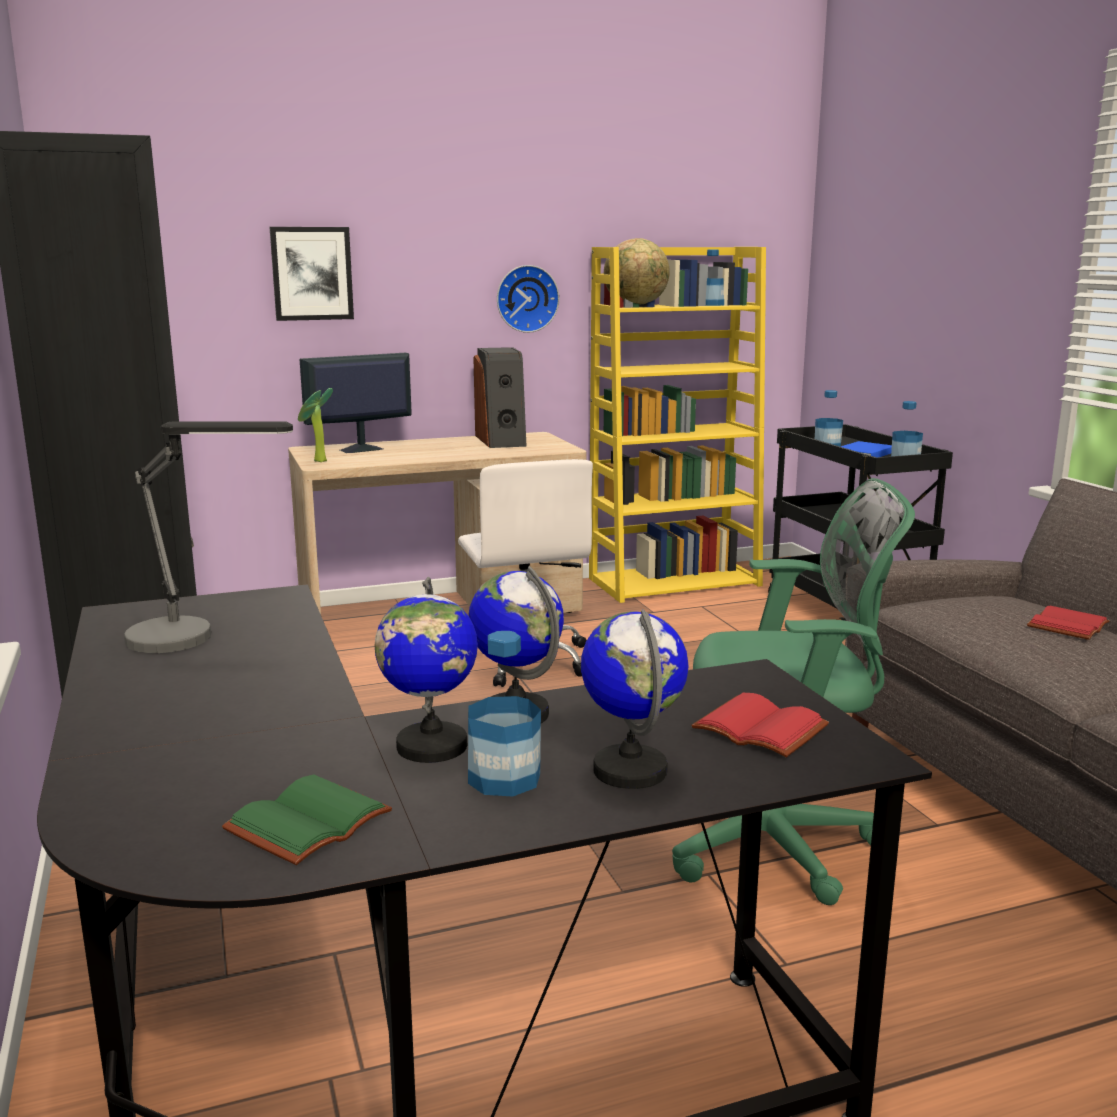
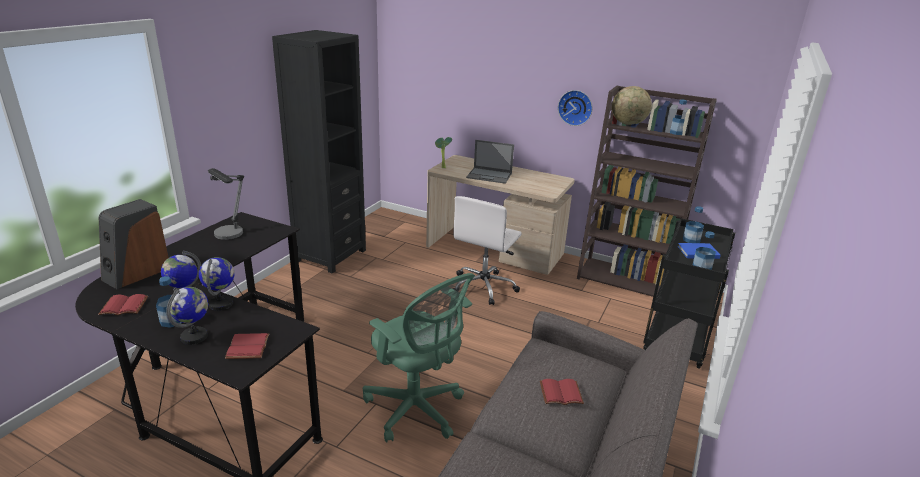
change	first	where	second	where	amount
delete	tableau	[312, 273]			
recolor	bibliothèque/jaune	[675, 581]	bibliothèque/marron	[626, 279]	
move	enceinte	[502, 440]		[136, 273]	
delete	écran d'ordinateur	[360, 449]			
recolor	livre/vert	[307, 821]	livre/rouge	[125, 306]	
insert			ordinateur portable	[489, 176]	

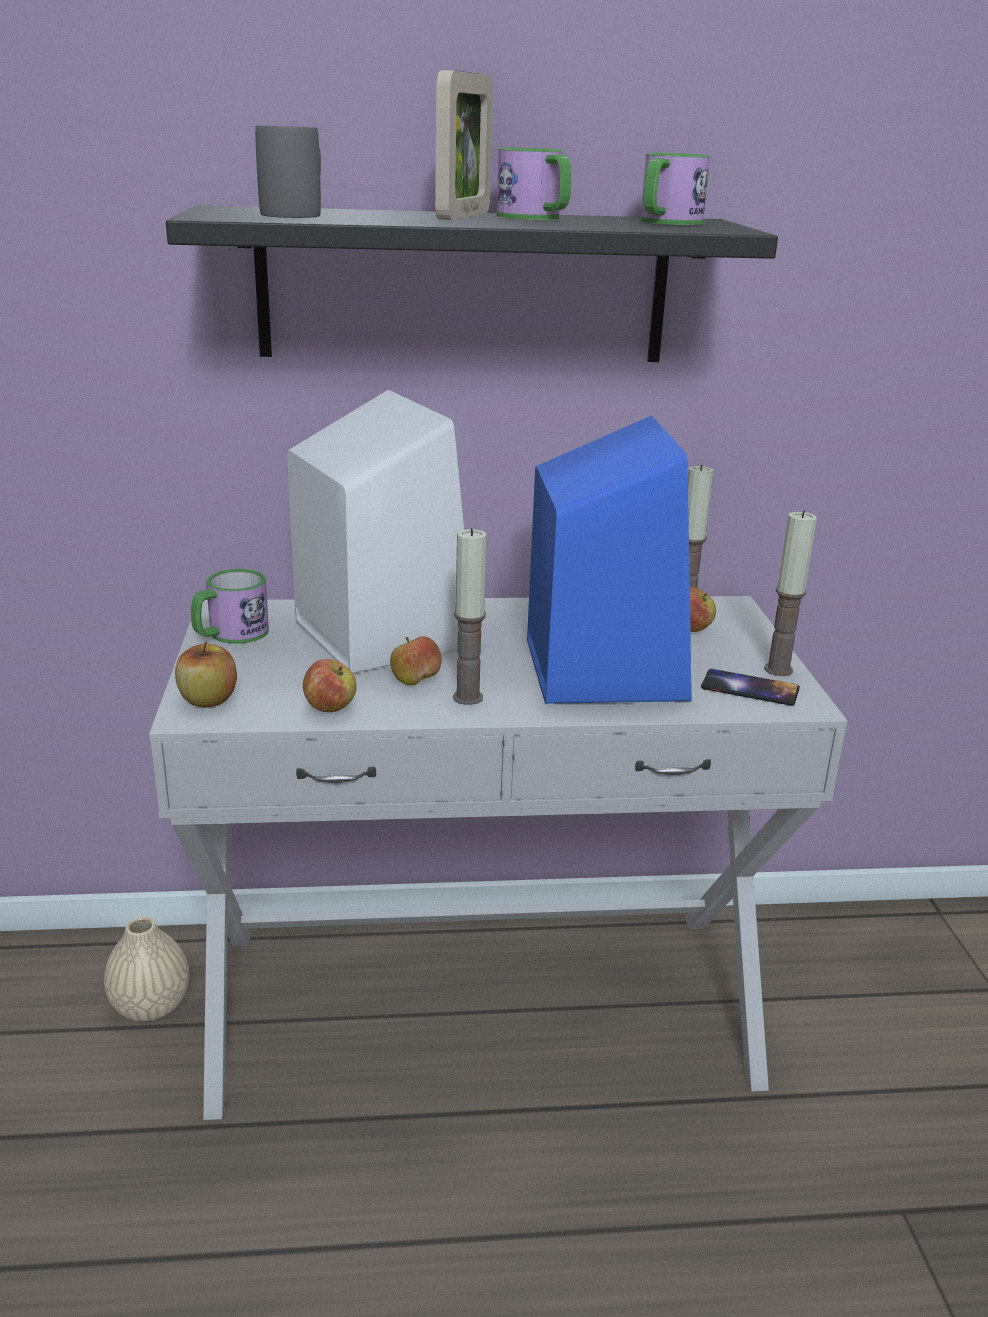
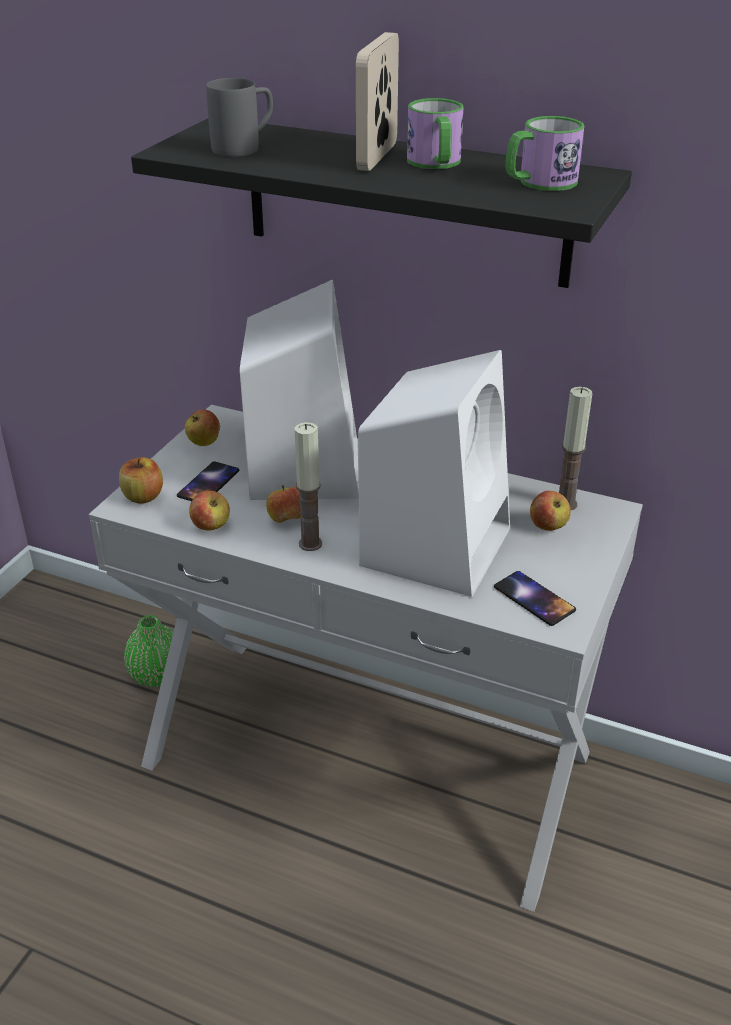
change	first	where	second	where	amount
rotate	cadre photo	[463, 216]		[377, 156]	150 degrees clockwise
recolor	enceinte/bleu	[602, 667]	enceinte/blanc	[436, 544]	
delete	bougie	[778, 669]			
replace	mug	[230, 635]	pomme	[204, 442]	
recolor	vase/beige	[150, 1005]	vase/vert	[157, 675]	
insert			téléphone	[208, 483]	

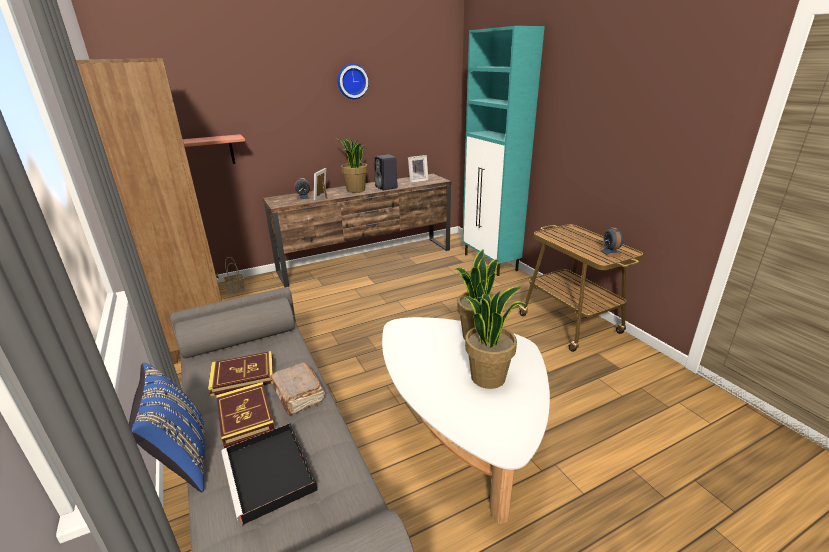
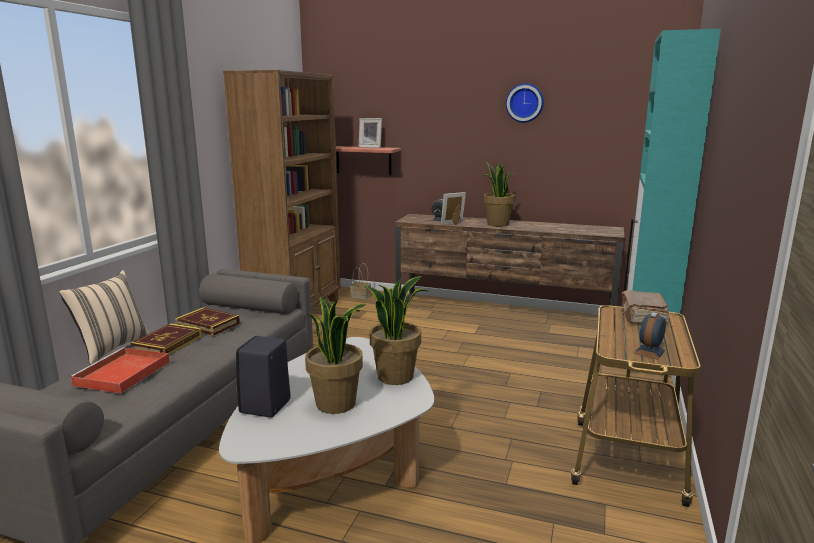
change	first	where	second	where	amount
move	enceinte/noir	[387, 187]		[265, 407]	
move	cadre photo	[417, 180]		[371, 147]	
recolor	coussin/bleu	[182, 460]	coussin/beige	[111, 348]	
move	livre/marron	[298, 396]		[642, 316]	
recolor	plateau/noir	[270, 474]	plateau/rouge	[122, 374]	

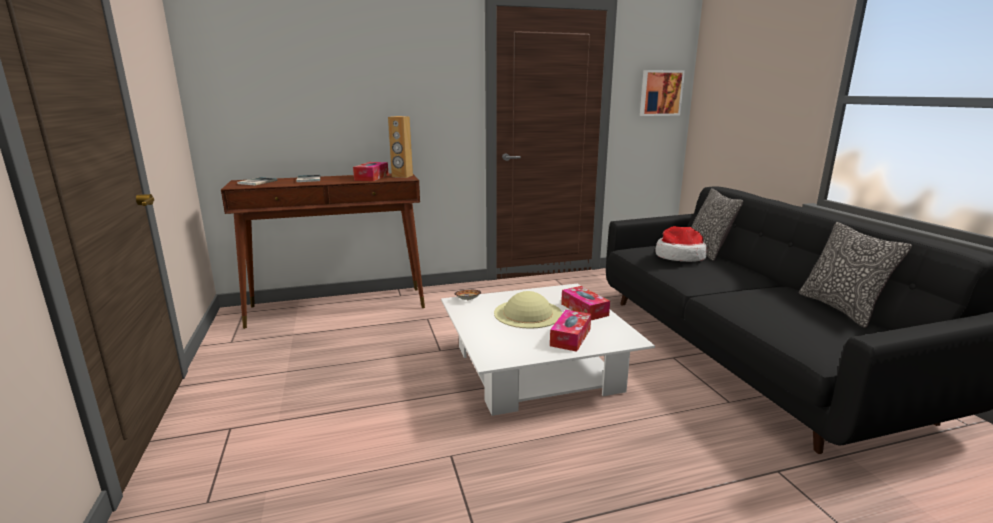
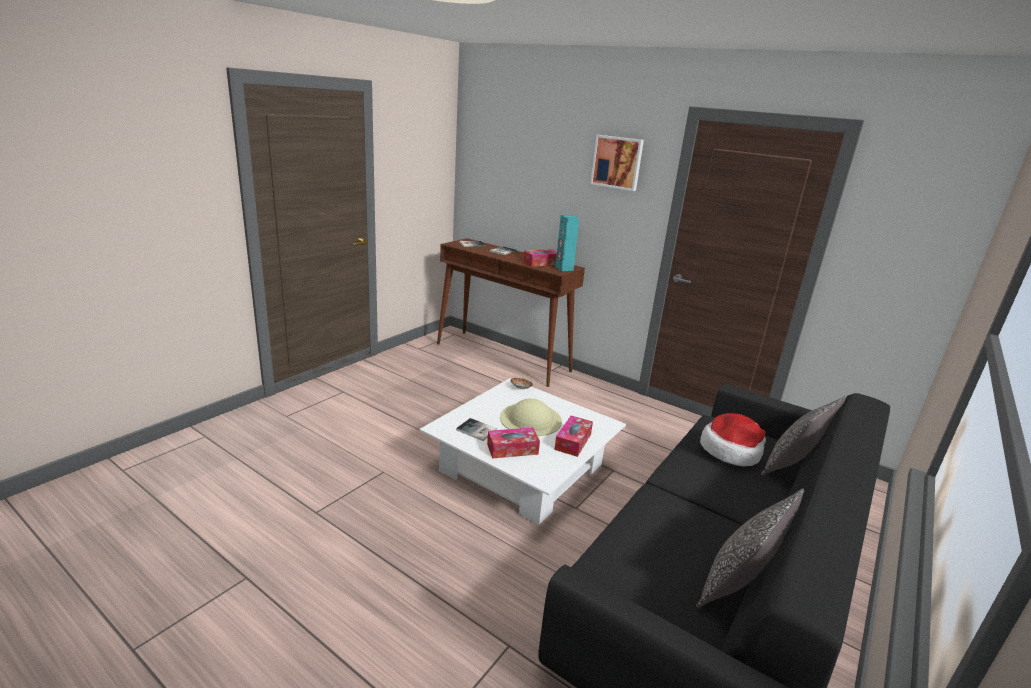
change	first	where	second	where	amount
move	tableau	[660, 93]		[617, 162]	
recolor	enceinte/marron	[402, 176]	enceinte/turquoise	[564, 268]	
insert			livre	[476, 431]	

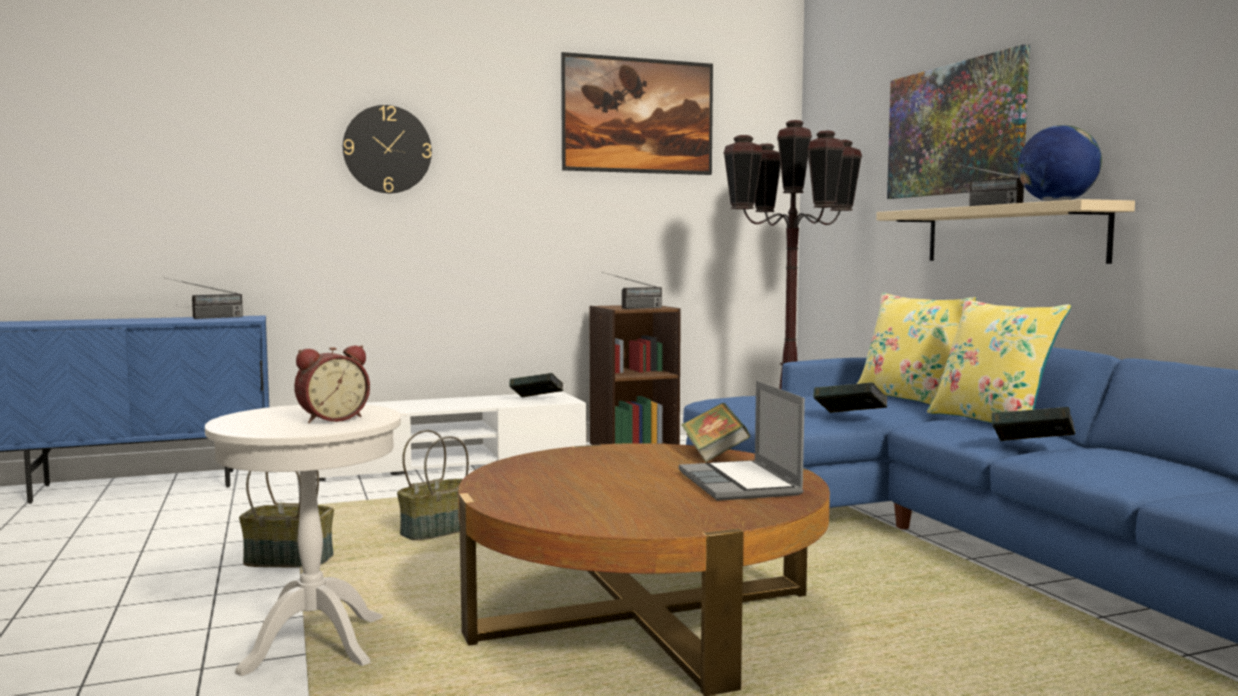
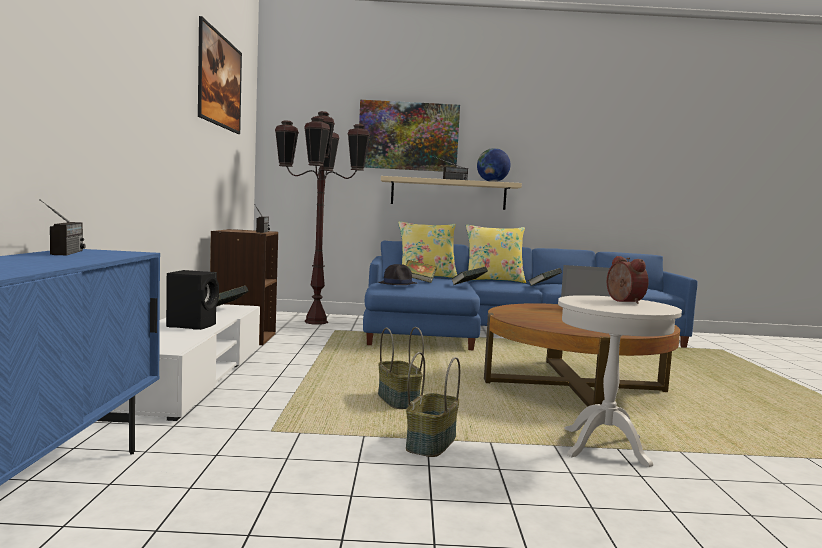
change	first	where	second	where	amount
delete	horloge murale	[387, 149]			
move	livre	[714, 454]		[419, 281]	
insert			chapeau/noir	[398, 284]	
insert			enceinte/noir	[193, 325]	

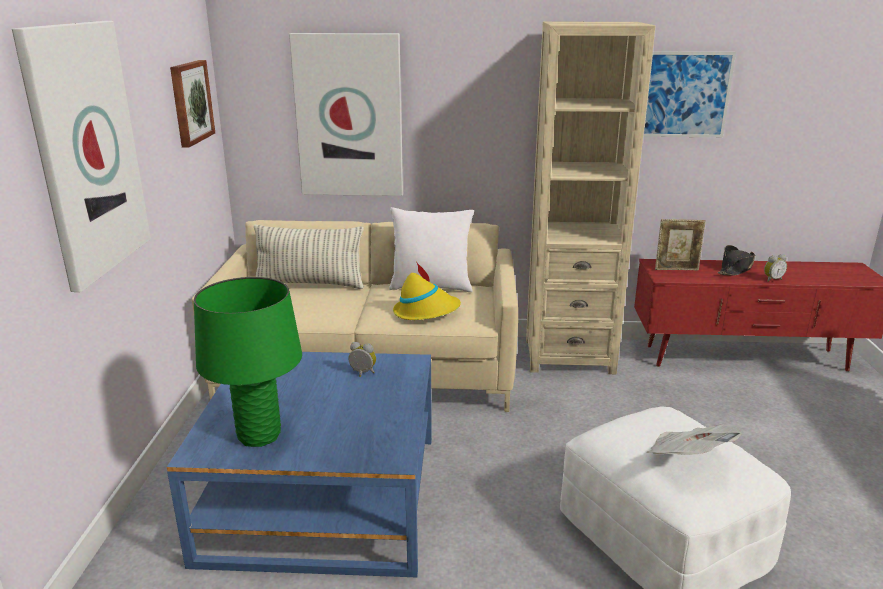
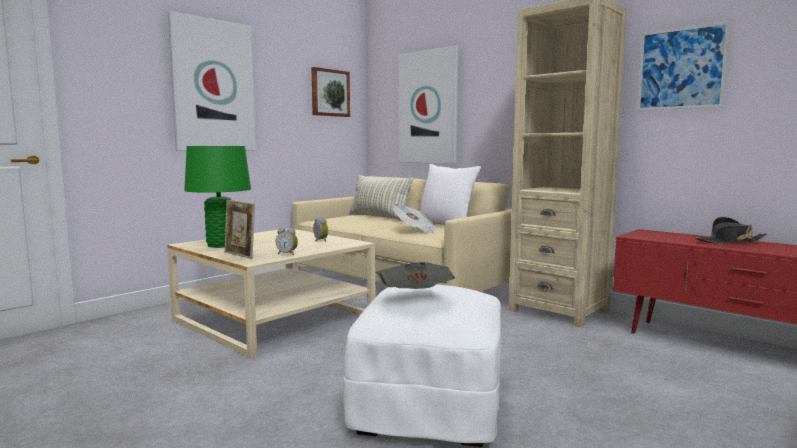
change	first	where	second	where	amount
move	cadre photo	[676, 269]		[240, 255]	
move	réveil	[772, 279]		[287, 254]	
replace	chapeau/jaune	[426, 311]	journal	[415, 231]	
recolor	table basse/bleu	[323, 496]	table basse/beige	[274, 319]	

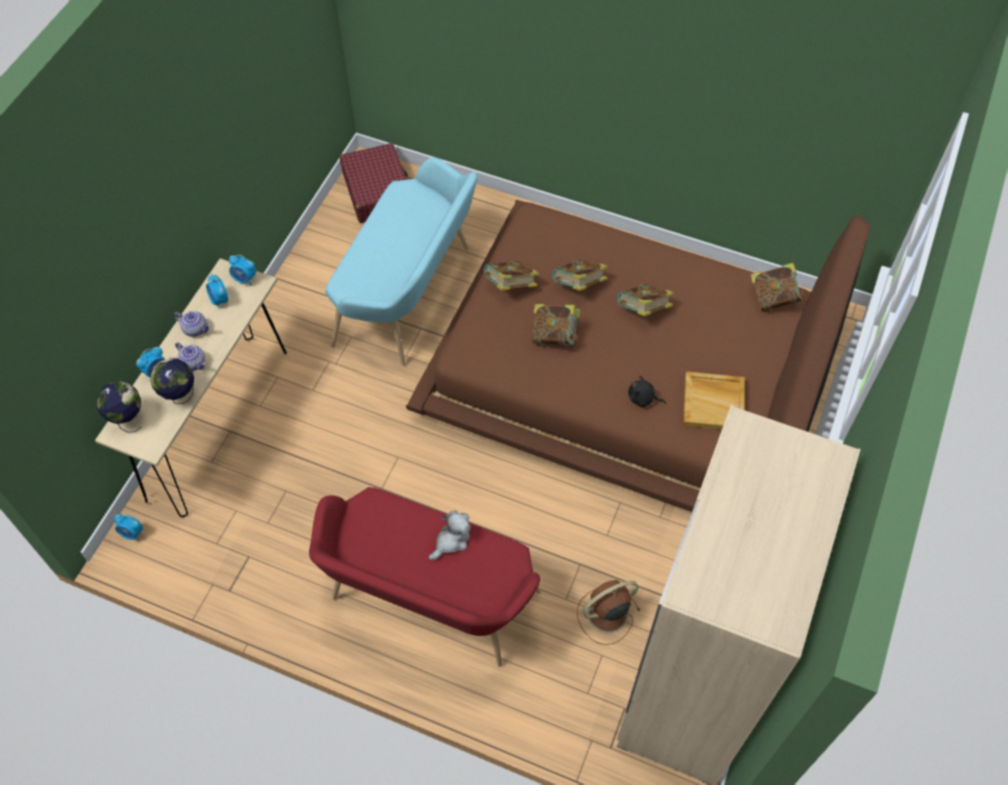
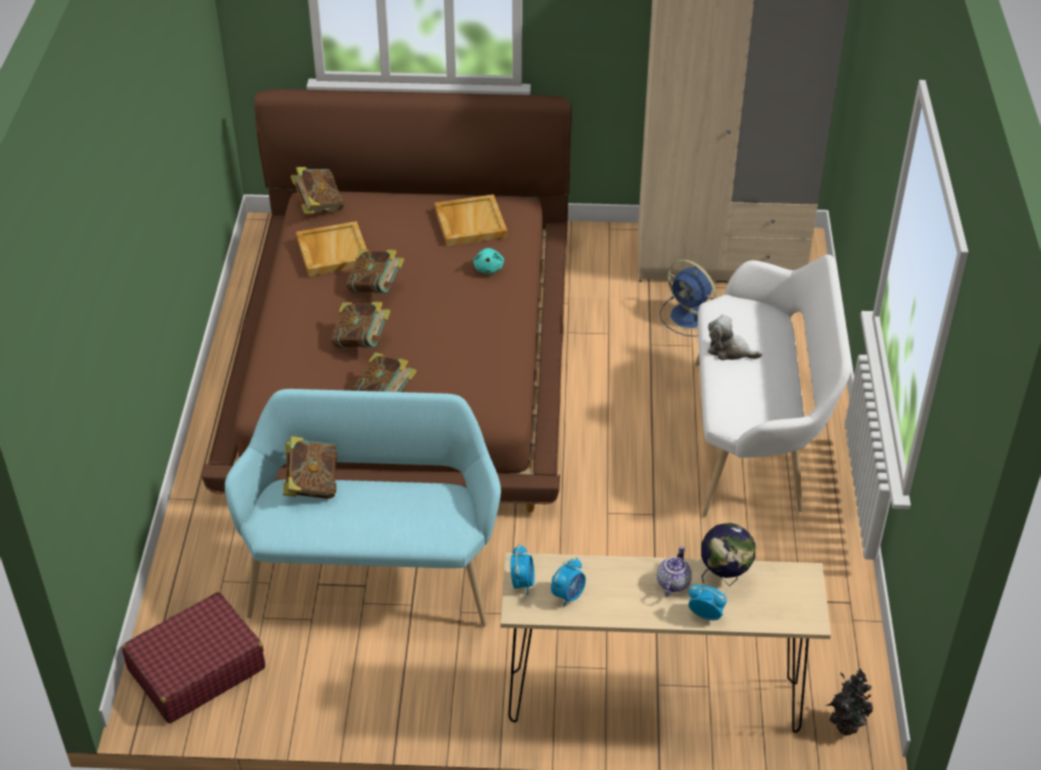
change	first	where	second	where	amount
move	livre	[555, 335]		[312, 485]	
delete	théière	[196, 329]			
recolor	peluche/noir	[643, 398]	peluche/turquoise	[488, 268]	
delete	globe	[127, 419]			
recolor	banc/rouge	[428, 602]	banc/blanc	[756, 438]	
replace	réveil	[132, 533]	plante en pot	[844, 726]	
recolor	ventilateur/marron	[605, 615]	ventilateur/bleu	[690, 317]	
insert			plateau/beige	[332, 251]	

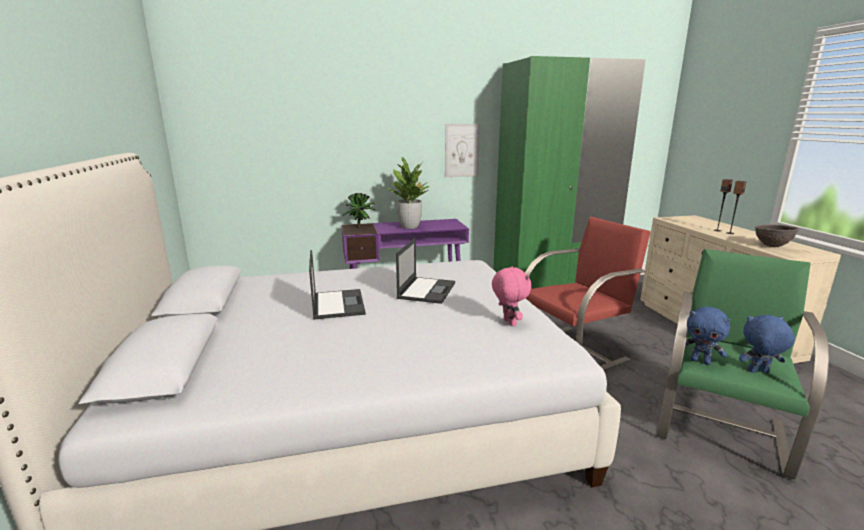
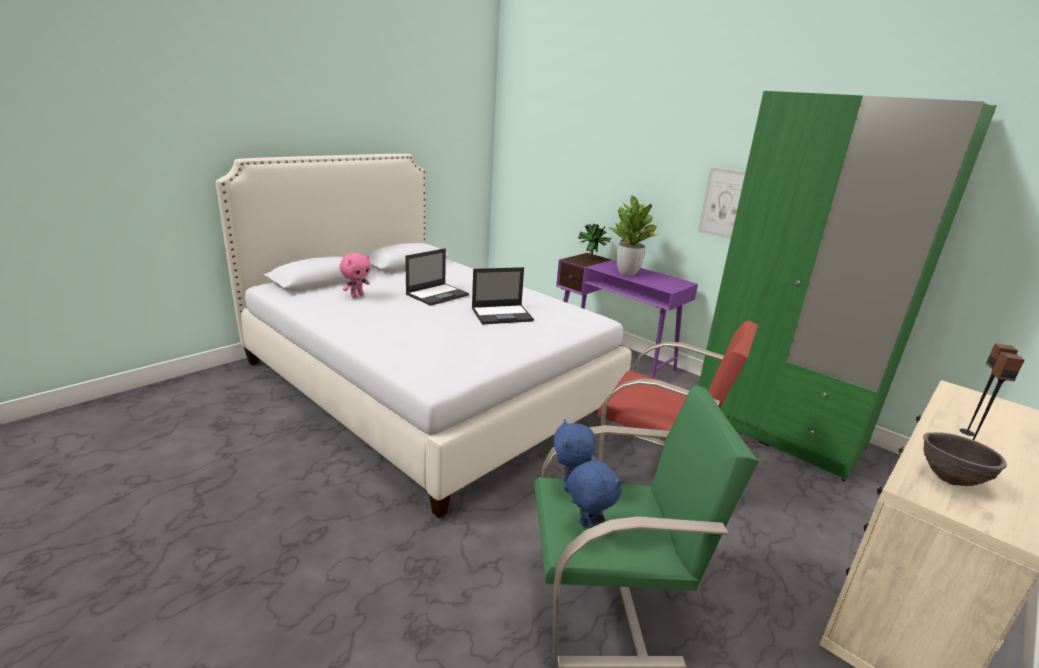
change	first	where	second	where	amount
move	peluche/rose	[508, 322]		[356, 295]	

